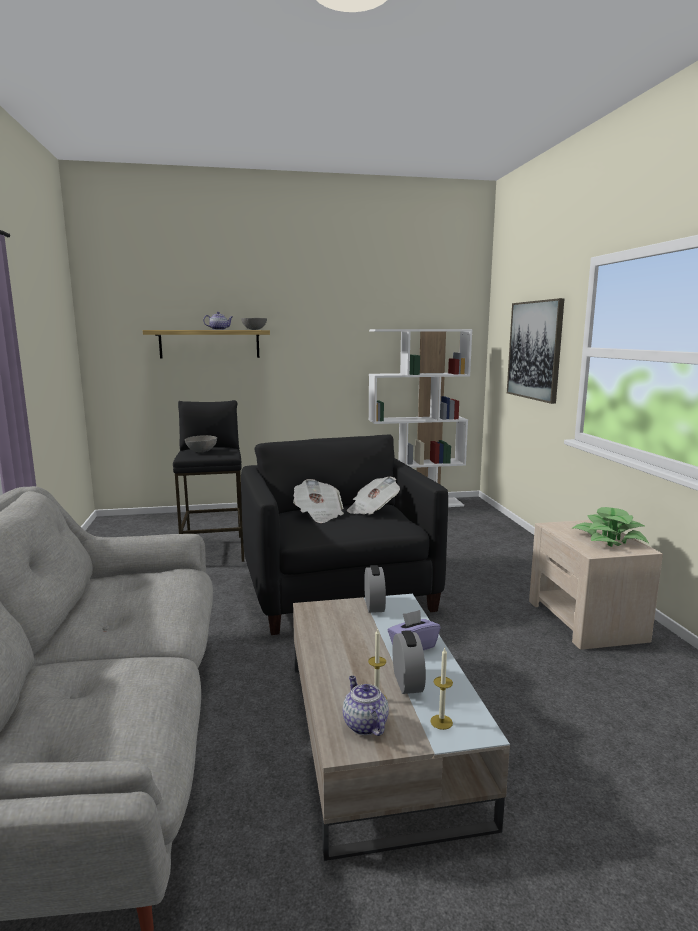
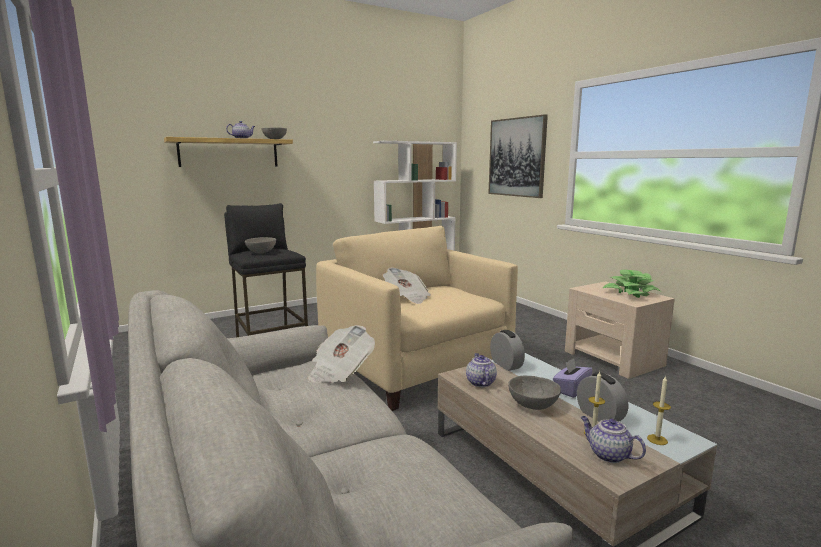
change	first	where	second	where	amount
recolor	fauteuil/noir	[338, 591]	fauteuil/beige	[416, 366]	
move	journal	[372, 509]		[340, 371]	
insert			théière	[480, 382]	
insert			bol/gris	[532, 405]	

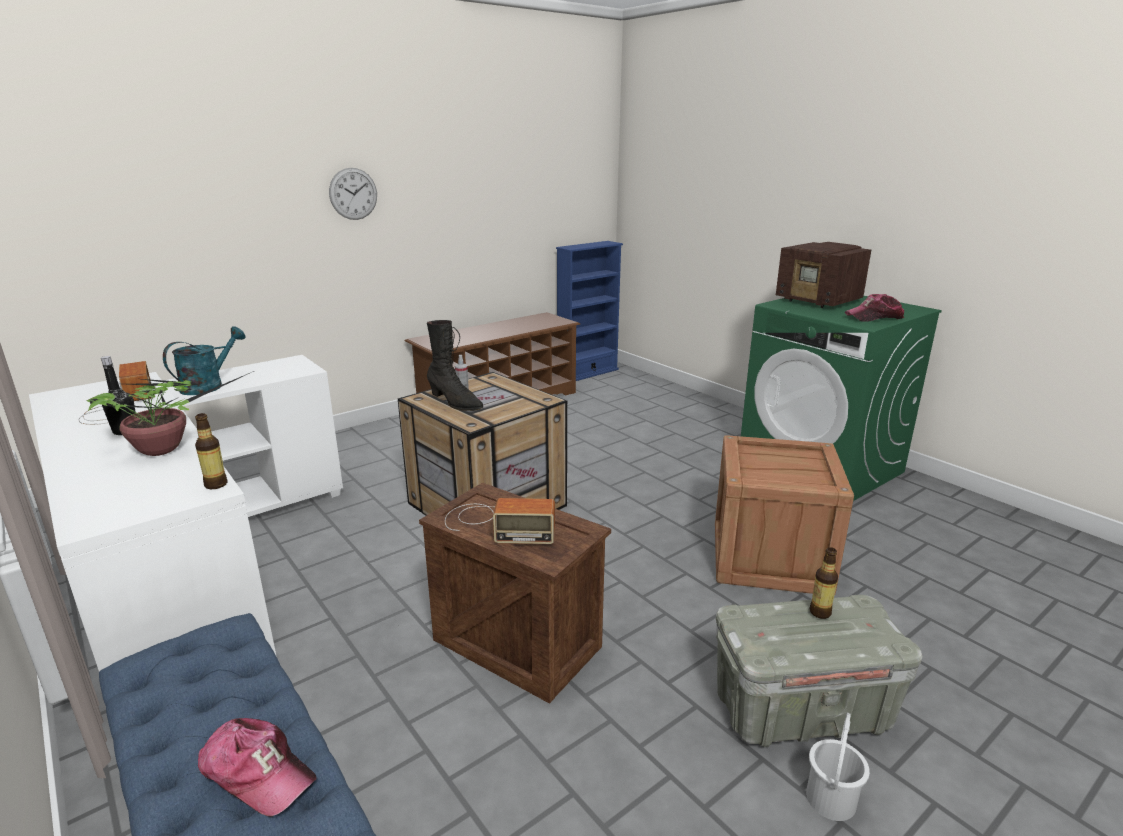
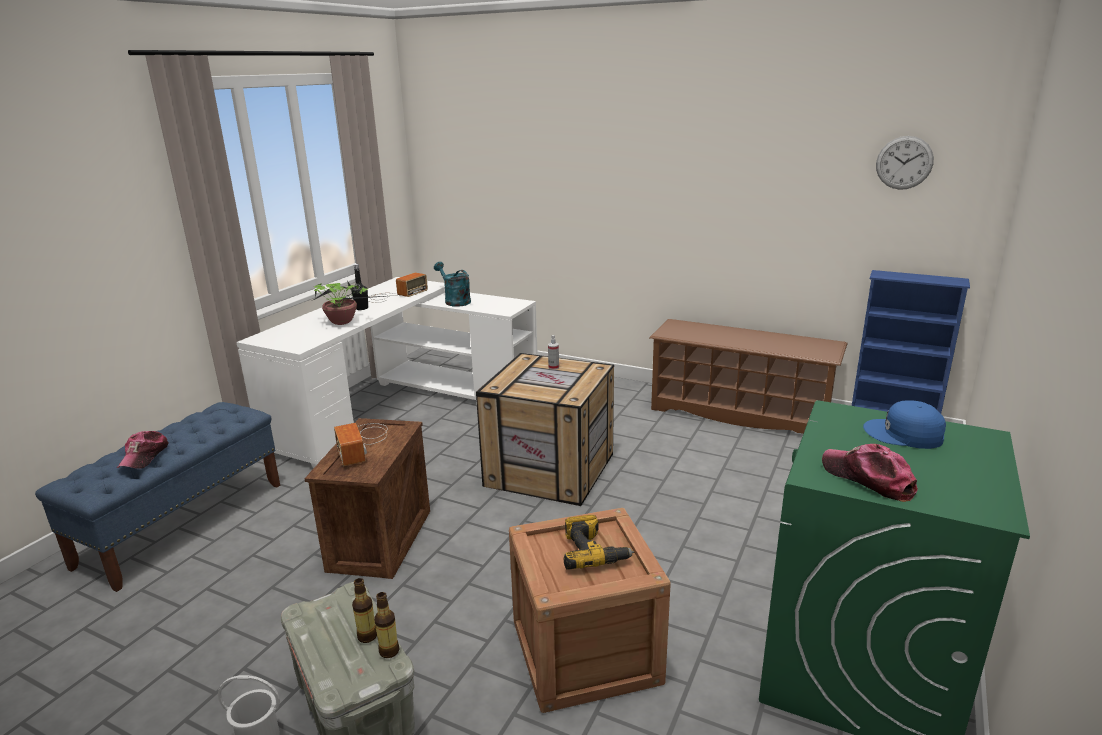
change	first	where	second	where	amount
move	horloge murale	[353, 194]		[904, 163]	
replace	radio	[819, 301]	casquette/bleu	[904, 434]	
delete	botte/noir	[455, 403]			
rotate	arrosoir/turquoise	[208, 385]		[455, 301]	135 degrees counterclockwise
move	bouteille	[216, 484]		[389, 651]	
insert			perceuse	[593, 552]	

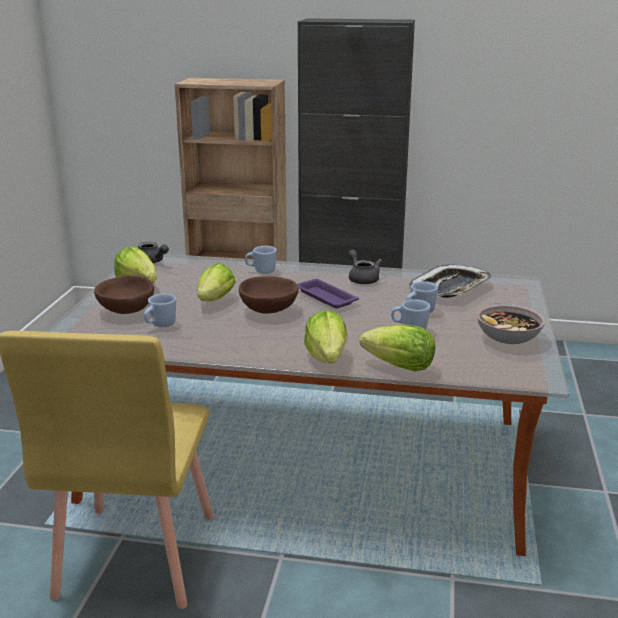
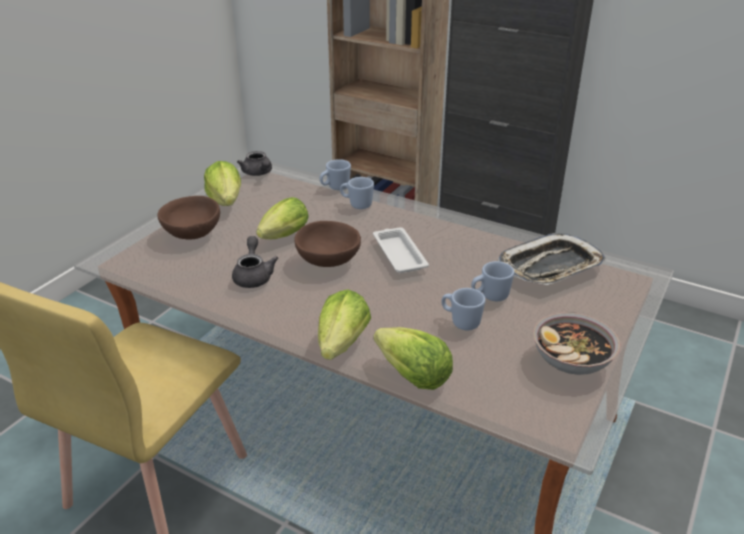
change	first	where	second	where	amount
move	théière/gris	[362, 278]		[253, 275]	
recolor	plateau/violet	[325, 297]	plateau/blanc	[399, 254]	
move	mug/bleu	[160, 325]		[335, 188]	

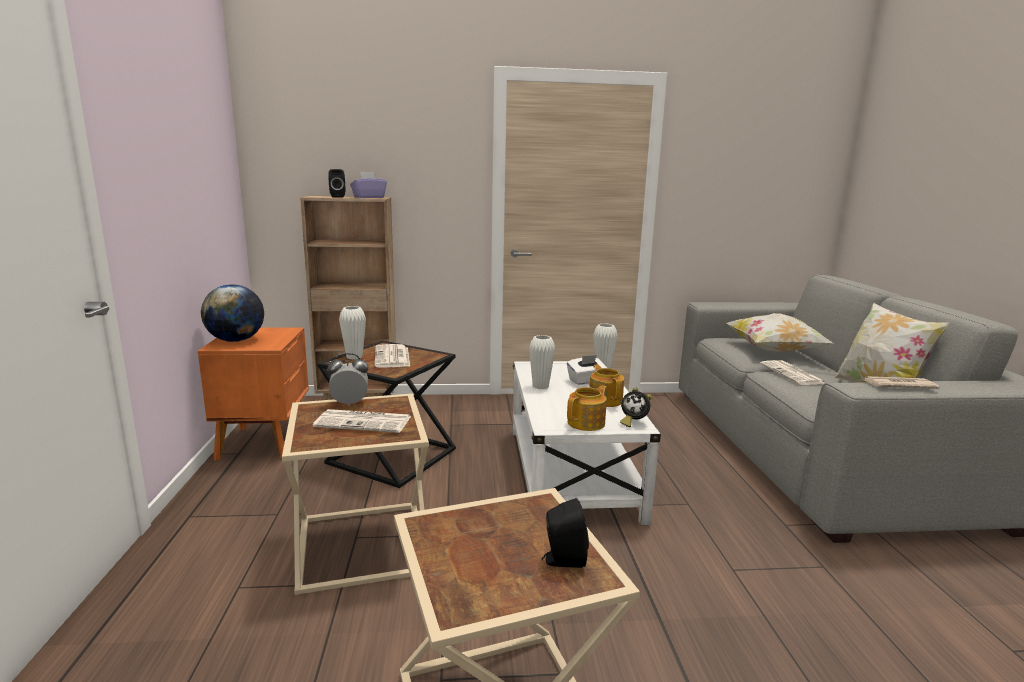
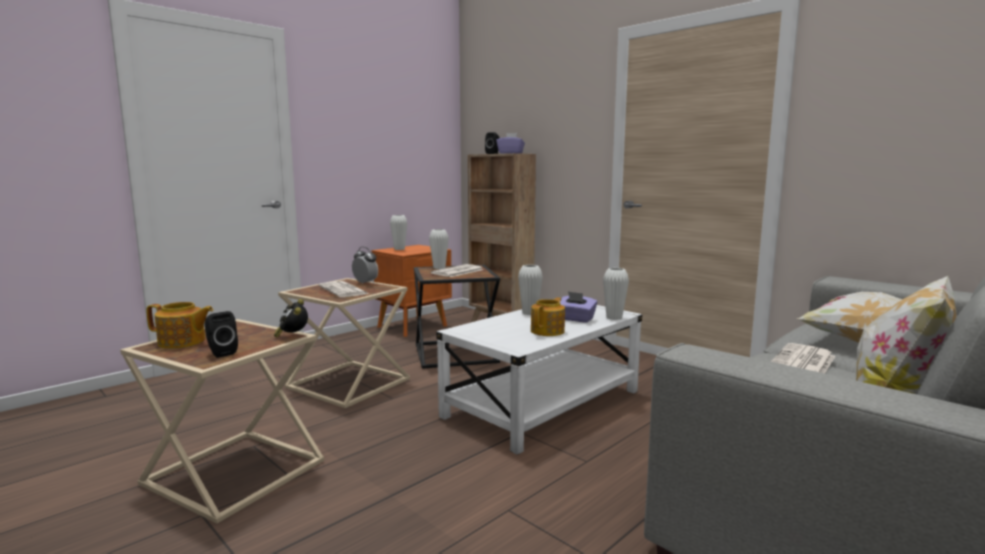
change	first	where	second	where	amount
replace	globe	[236, 340]	vase/blanc	[399, 249]	
recolor	boîte à mouchoirs/blanc	[586, 381]	boîte à mouchoirs/violet	[575, 319]	
delete	journal	[897, 385]			
move	théière	[587, 423]		[182, 342]	
move	réveil	[633, 422]		[293, 336]	

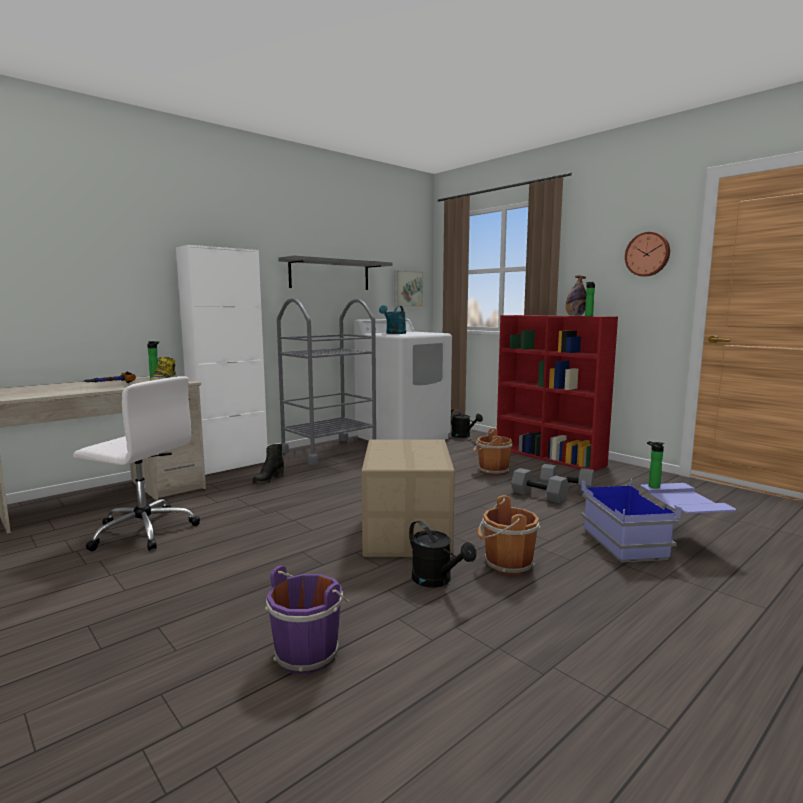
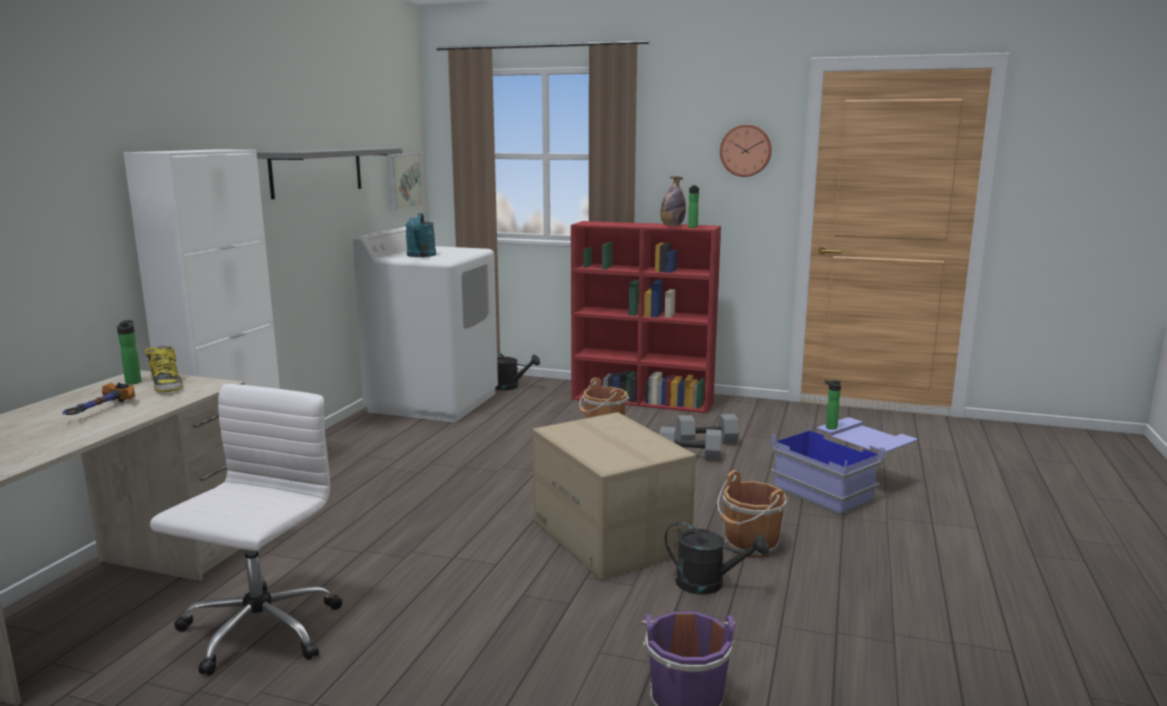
change	first	where	second	where	amount
delete	chariot/gris	[329, 451]			
rotate	chaise de bureau/blanc	[143, 531]		[258, 632]	60 degrees counterclockwise
delete	botte/noir	[268, 480]			

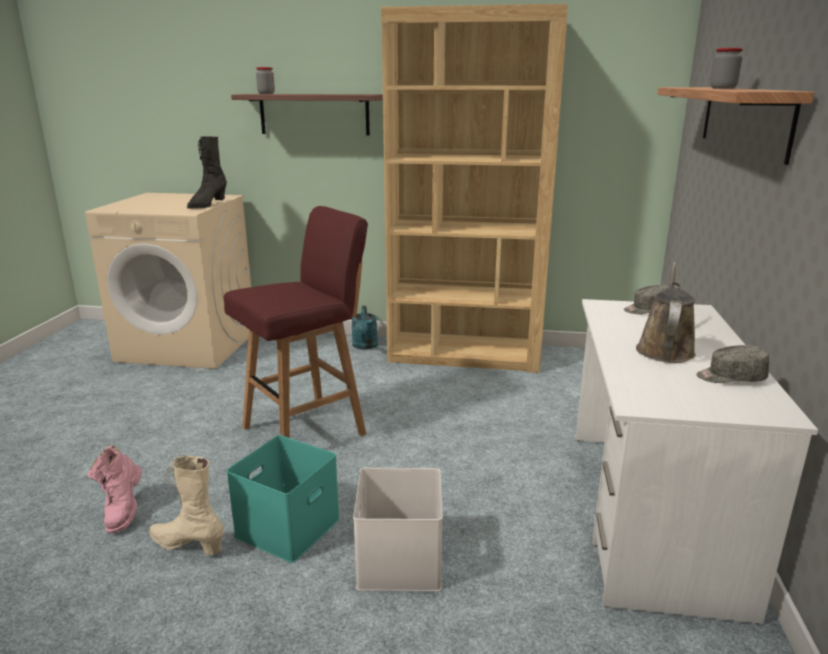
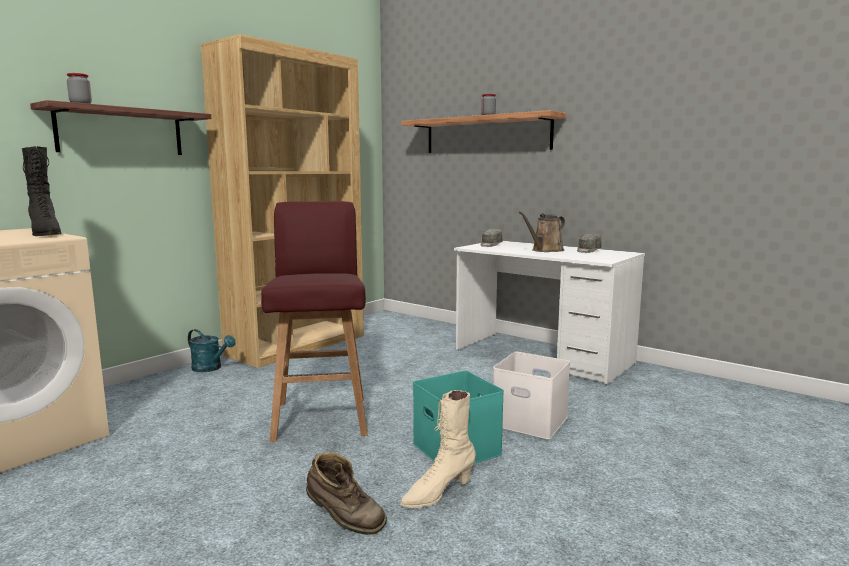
change	first	where	second	where	amount
rotate	arrosoir/marron	[665, 349]		[545, 250]	90 degrees counterclockwise
recolor	botte/rose	[123, 511]	botte/marron	[344, 522]	

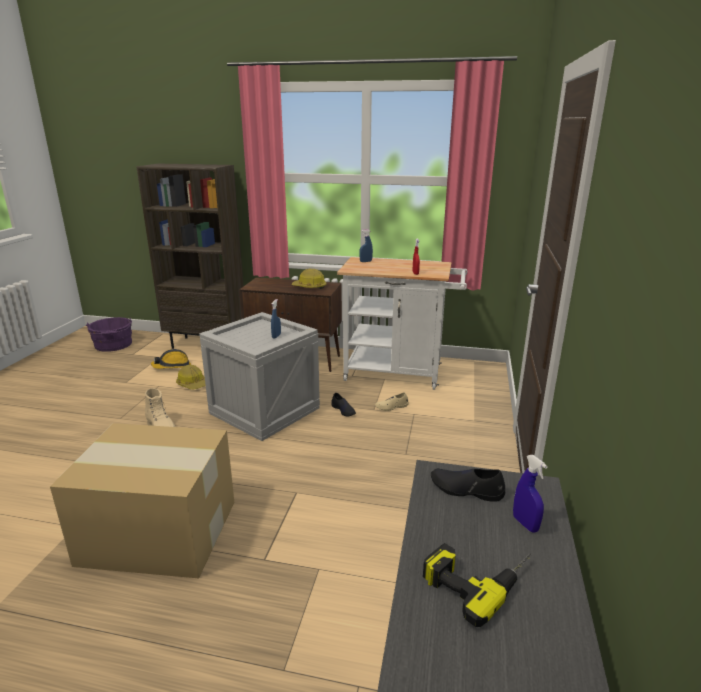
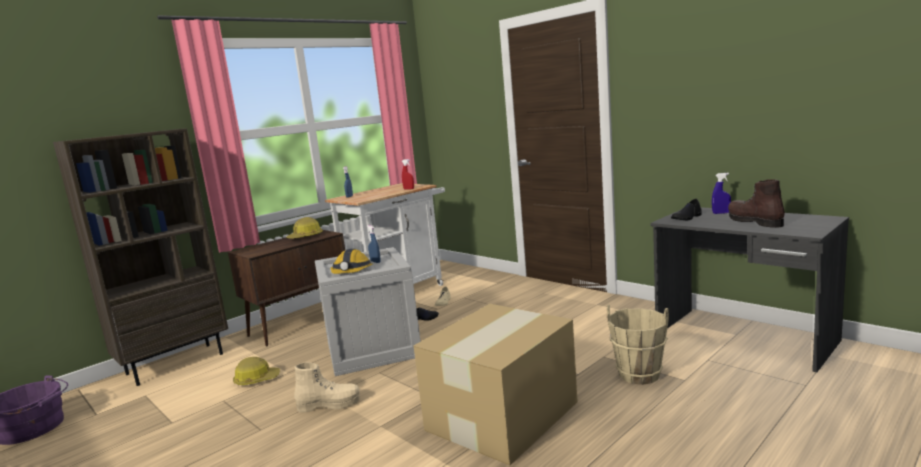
change	first	where	second	where	amount
move	casque de chantier	[172, 367]		[352, 273]	
replace	perceuse	[476, 576]	botte/marron	[754, 221]	
insert			seau/beige	[639, 374]	

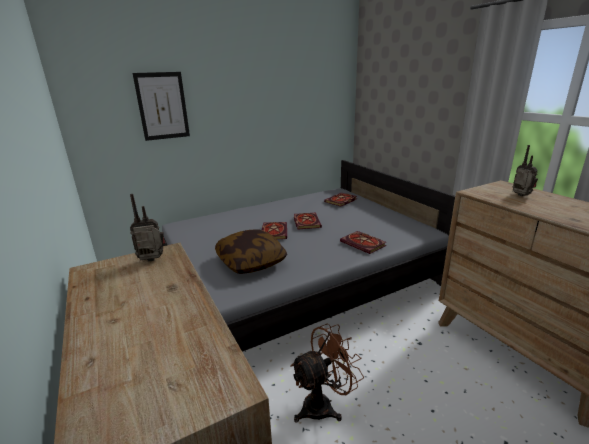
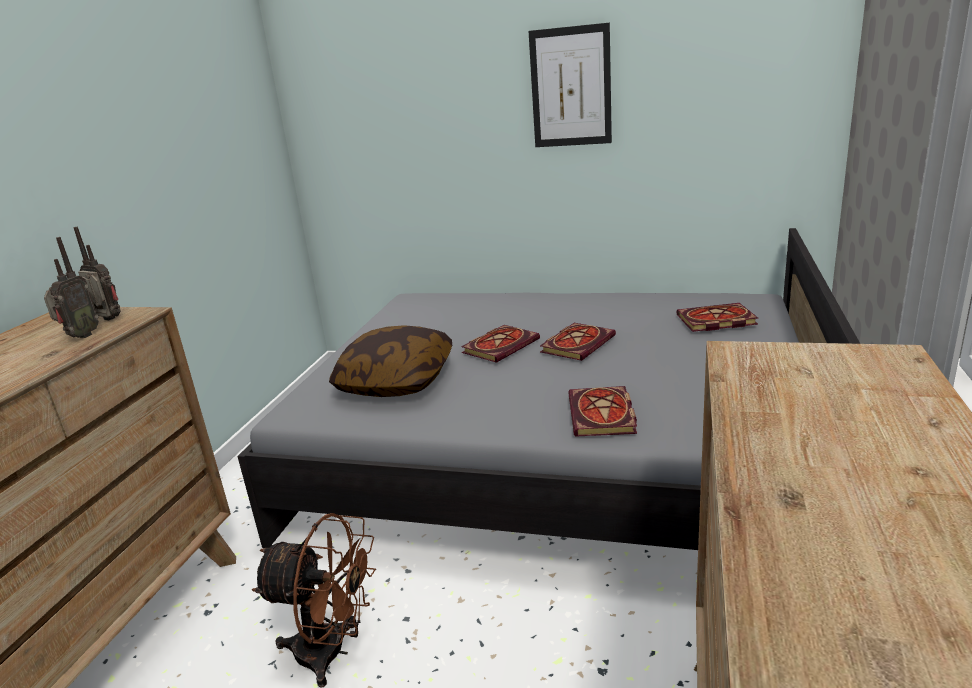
change	first	where	second	where	amount
move	tableau	[162, 106]		[571, 87]	
move	radio	[520, 196]		[80, 337]	

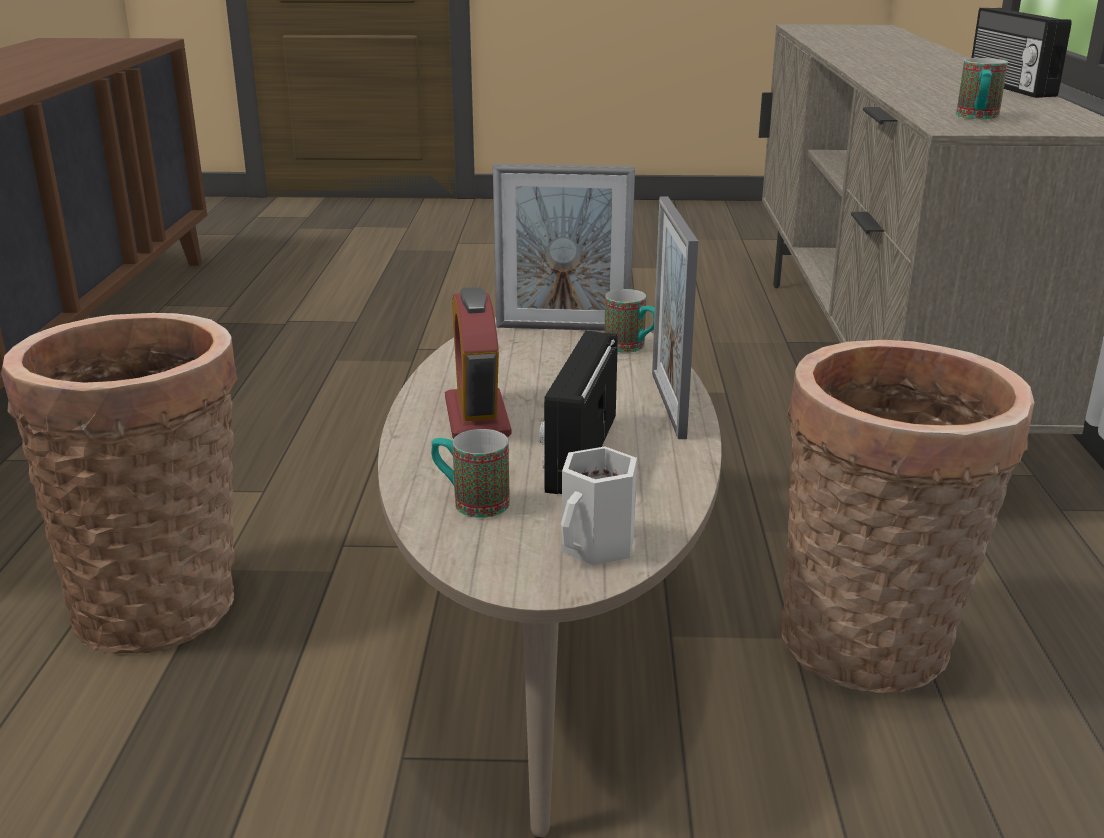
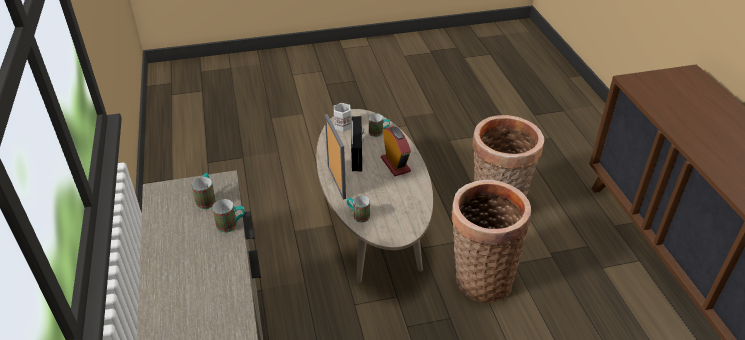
change	first	where	second	where	amount
delete	radio	[1008, 87]			
delete	cadre photo	[563, 328]			
move	panier	[872, 649]		[480, 278]	
insert			mug	[231, 225]	

